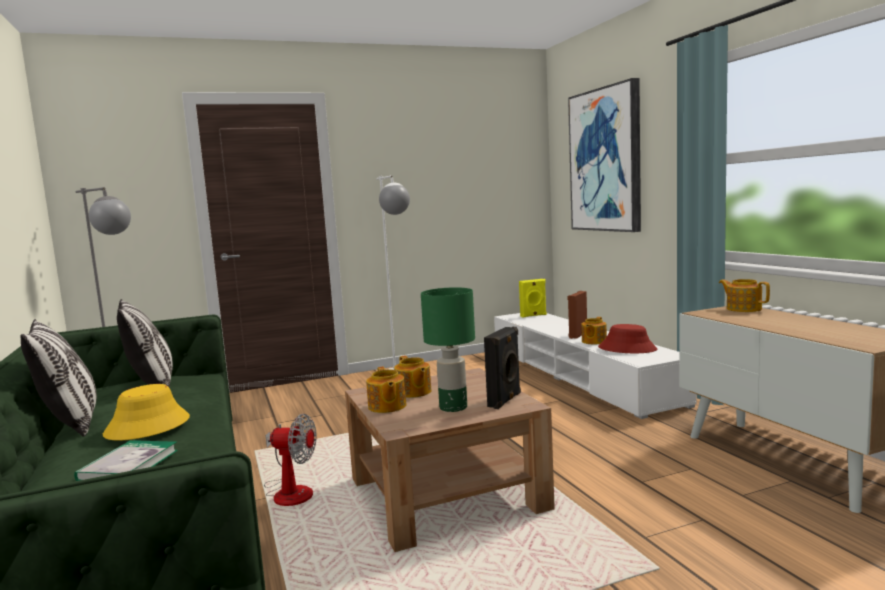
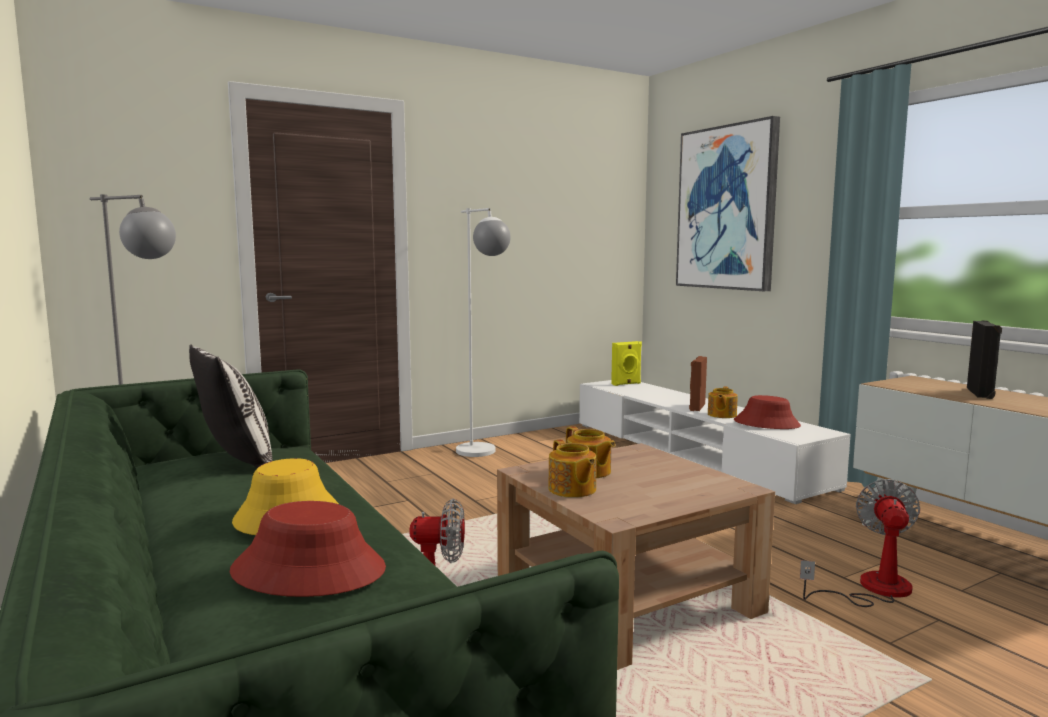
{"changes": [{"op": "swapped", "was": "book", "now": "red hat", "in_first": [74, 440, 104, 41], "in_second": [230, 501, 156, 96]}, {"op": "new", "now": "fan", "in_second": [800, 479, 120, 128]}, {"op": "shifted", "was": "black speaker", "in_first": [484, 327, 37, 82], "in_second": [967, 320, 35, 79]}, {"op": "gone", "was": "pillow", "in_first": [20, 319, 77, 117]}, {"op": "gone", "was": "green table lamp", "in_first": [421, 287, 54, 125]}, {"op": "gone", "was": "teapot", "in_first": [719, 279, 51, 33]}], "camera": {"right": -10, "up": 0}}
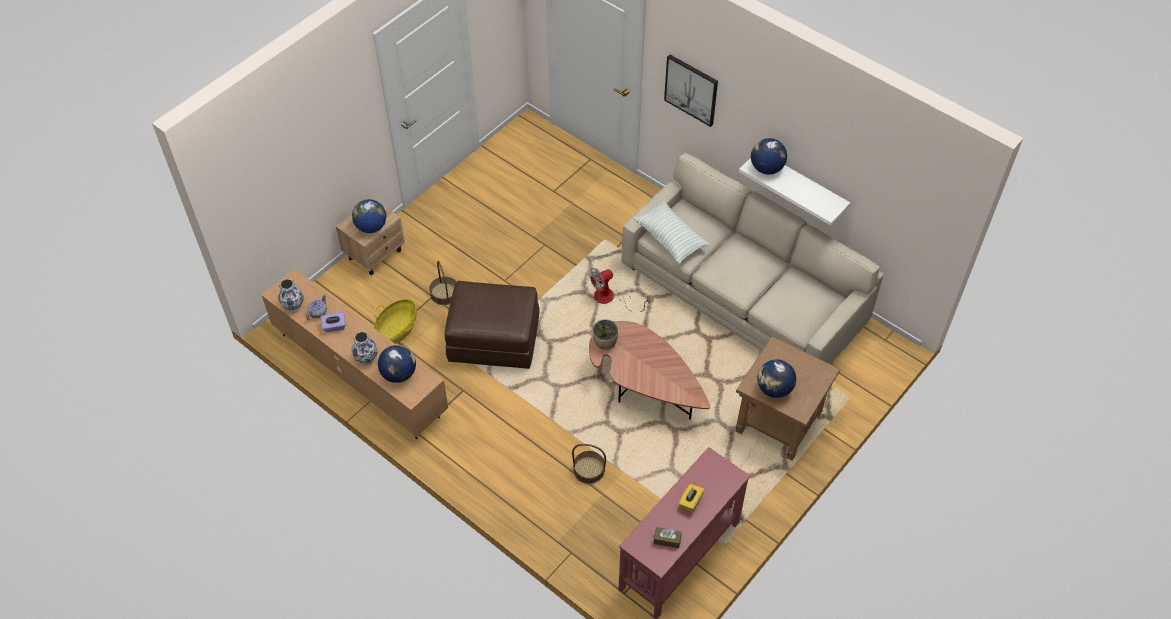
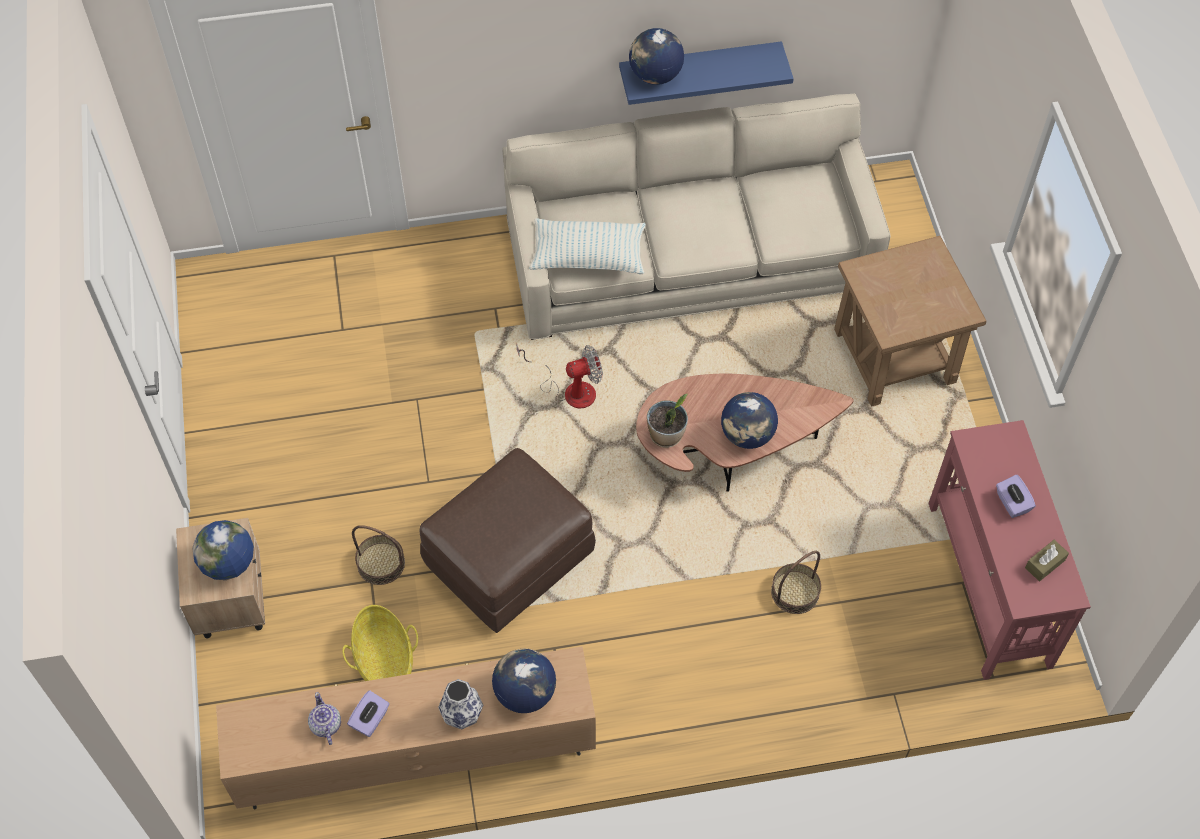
{"changes": [{"op": "rotated", "was": "fan", "in_first": [589, 268, 61, 44], "in_second": [516, 344, 87, 64], "clockwise": -120}, {"op": "repainted", "was": "white shelf", "now": "blue shelf", "in_first": [739, 158, 111, 68], "in_second": [619, 41, 175, 64]}, {"op": "shifted", "was": "globe", "in_first": [757, 359, 39, 39], "in_second": [721, 392, 57, 57]}, {"op": "repainted", "was": "yellow tissue box", "now": "purple tissue box", "in_first": [679, 484, 26, 29], "in_second": [996, 474, 40, 44]}, {"op": "gone", "was": "vase", "in_first": [278, 279, 26, 33]}, {"op": "gone", "was": "picture", "in_first": [664, 55, 54, 72]}], "camera": {"right": -50, "up": 5}}
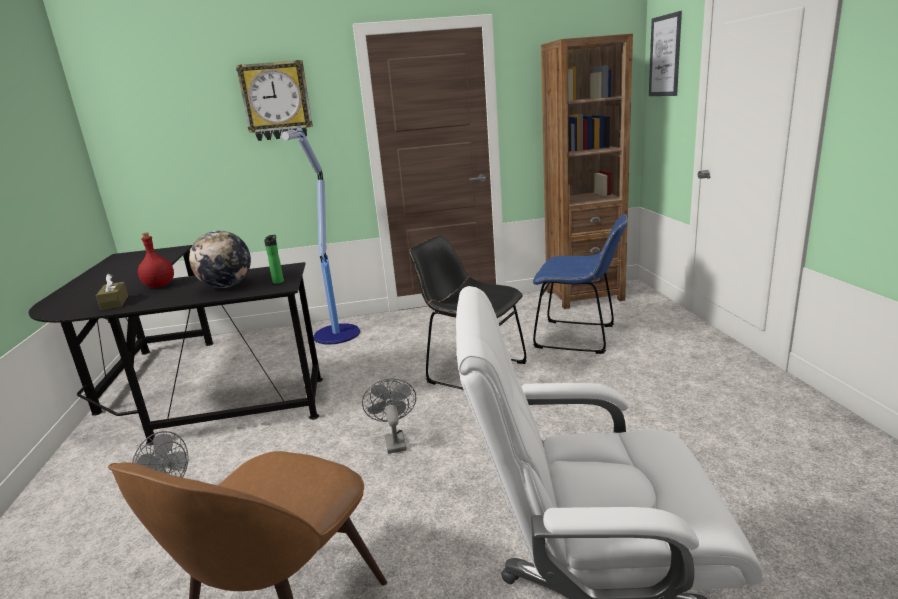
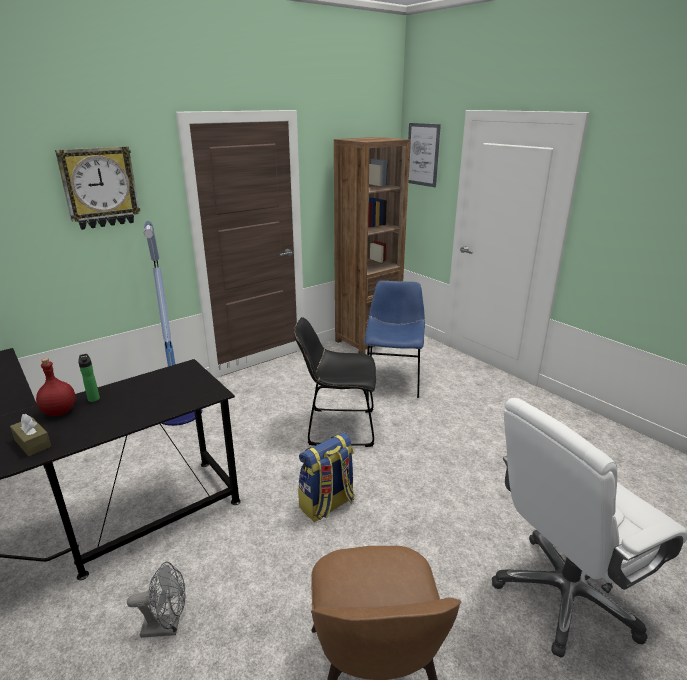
{"changes": [{"op": "shifted", "was": "bottle", "in_first": [264, 235, 20, 49], "in_second": [78, 354, 22, 48]}, {"op": "swapped", "was": "grey fan", "now": "backpack", "in_first": [362, 378, 54, 76], "in_second": [298, 433, 56, 89]}, {"op": "rotated", "was": "blue chair", "in_first": [533, 214, 95, 140], "in_second": [364, 280, 61, 118], "clockwise": -75}, {"op": "gone", "was": "globe", "in_first": [189, 231, 62, 57]}], "camera": {"right": -30, "up": 5}}
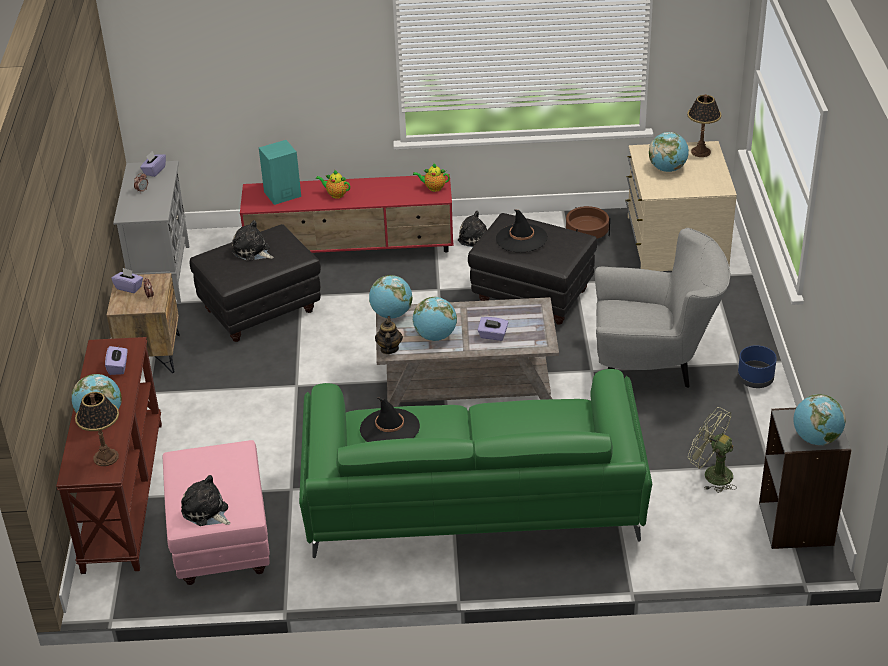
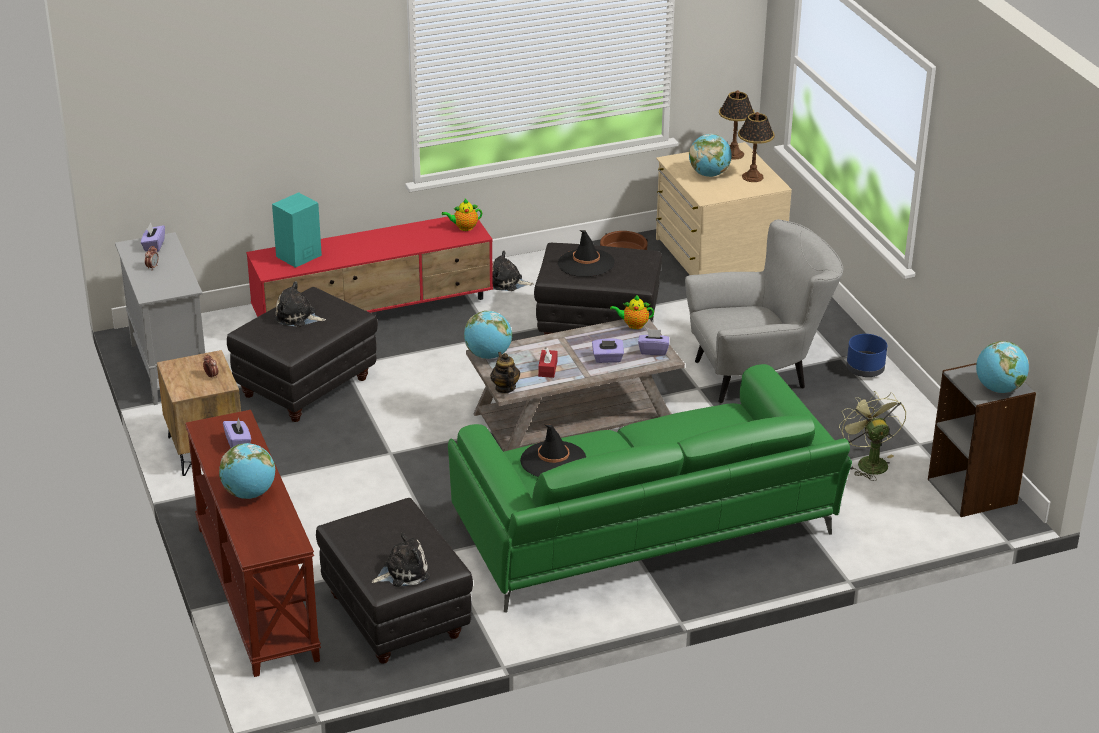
{"changes": [{"op": "repainted", "was": "pink ottoman", "now": "black ottoman", "in_first": [163, 440, 107, 145], "in_second": [316, 498, 157, 166]}, {"op": "rotated", "was": "plush toy", "in_first": [181, 475, 50, 51], "in_second": [372, 533, 58, 54], "clockwise": 135}, {"op": "swapped", "was": "globe", "now": "red tissue box", "in_first": [413, 297, 44, 44], "in_second": [538, 347, 19, 31]}, {"op": "shifted", "was": "teapot", "in_first": [316, 170, 34, 28], "in_second": [610, 295, 44, 34]}, {"op": "shifted", "was": "purple tissue box", "in_first": [111, 268, 32, 25], "in_second": [638, 329, 31, 26]}, {"op": "shifted", "was": "table lamp", "in_first": [75, 392, 44, 74], "in_second": [738, 112, 37, 70]}, {"op": "rotated", "was": "green fan", "in_first": [688, 407, 49, 86], "in_second": [839, 392, 67, 89], "clockwise": 60}], "camera": {"right": -20, "up": -5}}
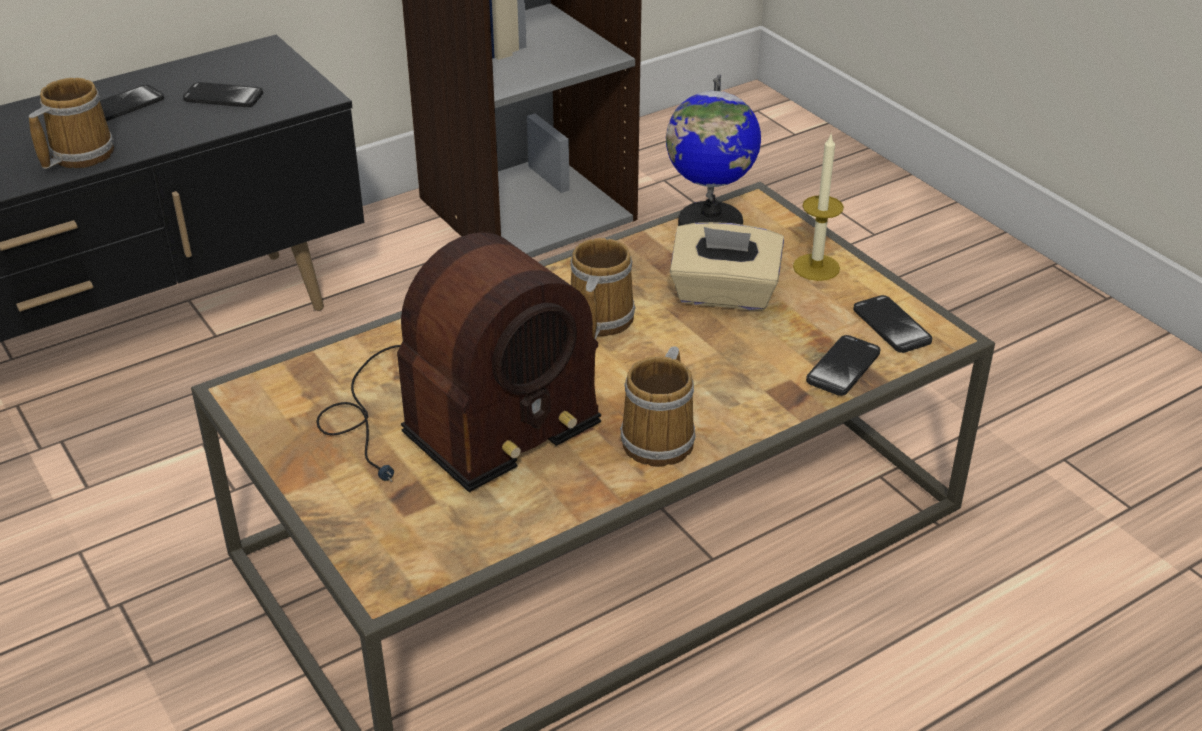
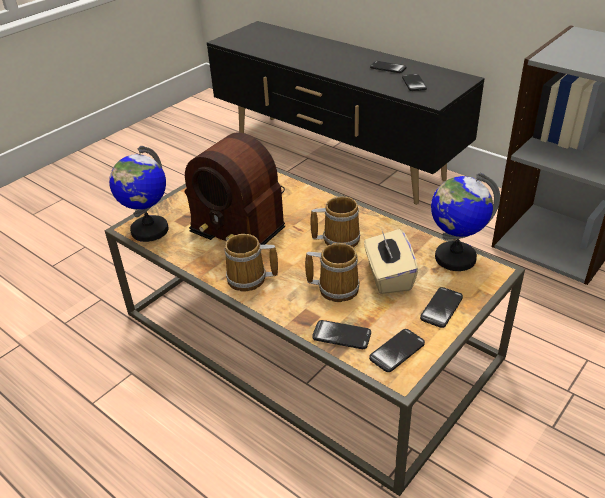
{"changes": [{"op": "new", "now": "globe", "in_second": [109, 146, 60, 96]}, {"op": "shifted", "was": "mug", "in_first": [28, 78, 86, 91], "in_second": [305, 243, 55, 59]}, {"op": "swapped", "was": "candle", "now": "phone", "in_first": [793, 135, 51, 146], "in_second": [420, 287, 43, 41]}], "camera": {"right": 75, "up": 0}}
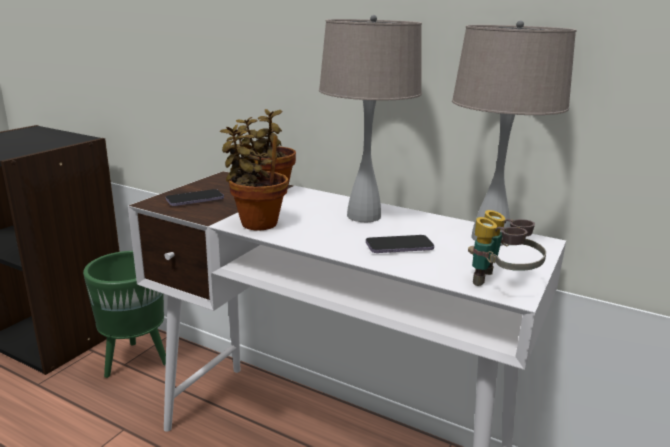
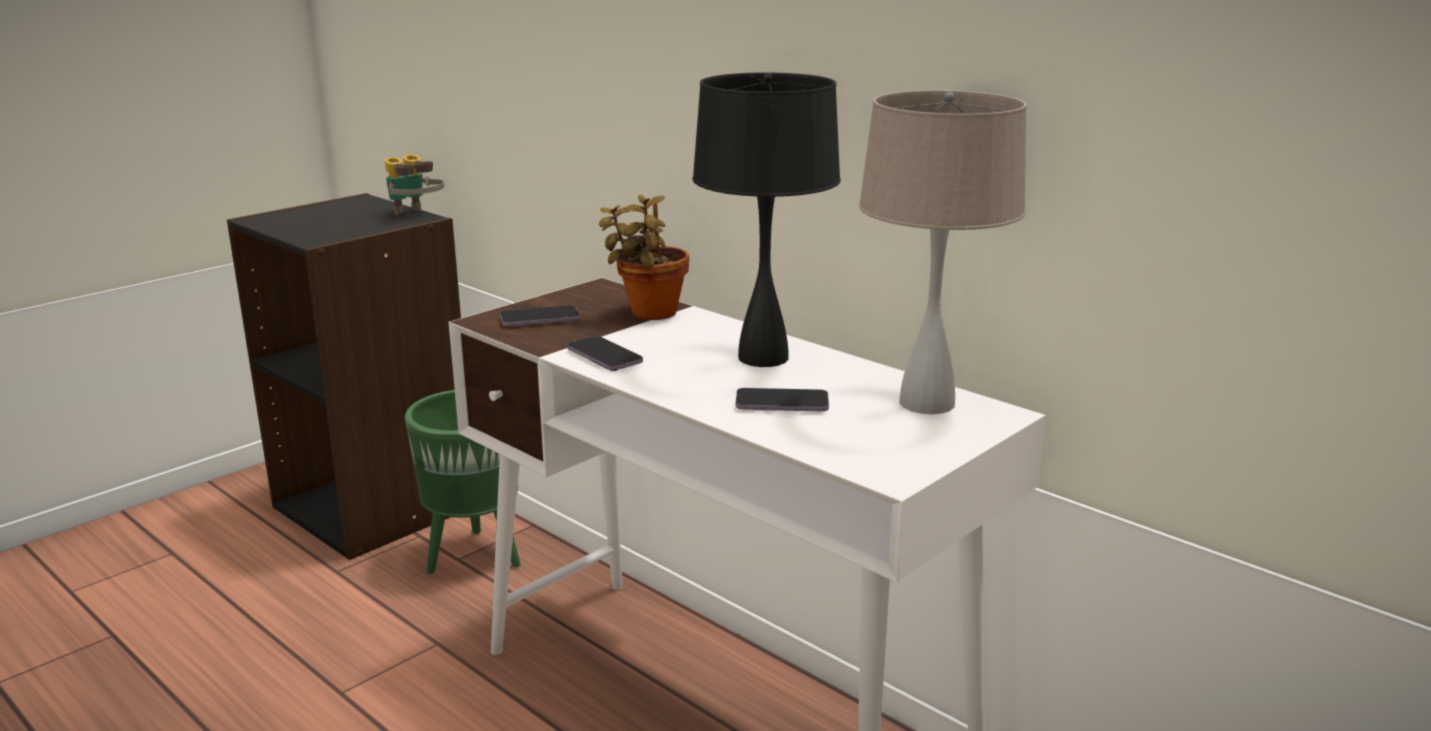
{"changes": [{"op": "shifted", "was": "binoculars", "in_first": [468, 210, 78, 76], "in_second": [385, 154, 59, 61]}, {"op": "swapped", "was": "potted plant", "now": "phone", "in_first": [220, 124, 68, 107], "in_second": [567, 336, 76, 35]}, {"op": "repainted", "was": "beige table lamp", "now": "black table lamp", "in_first": [319, 15, 103, 207], "in_second": [692, 72, 149, 295]}], "camera": {"right": 15, "up": 0}}
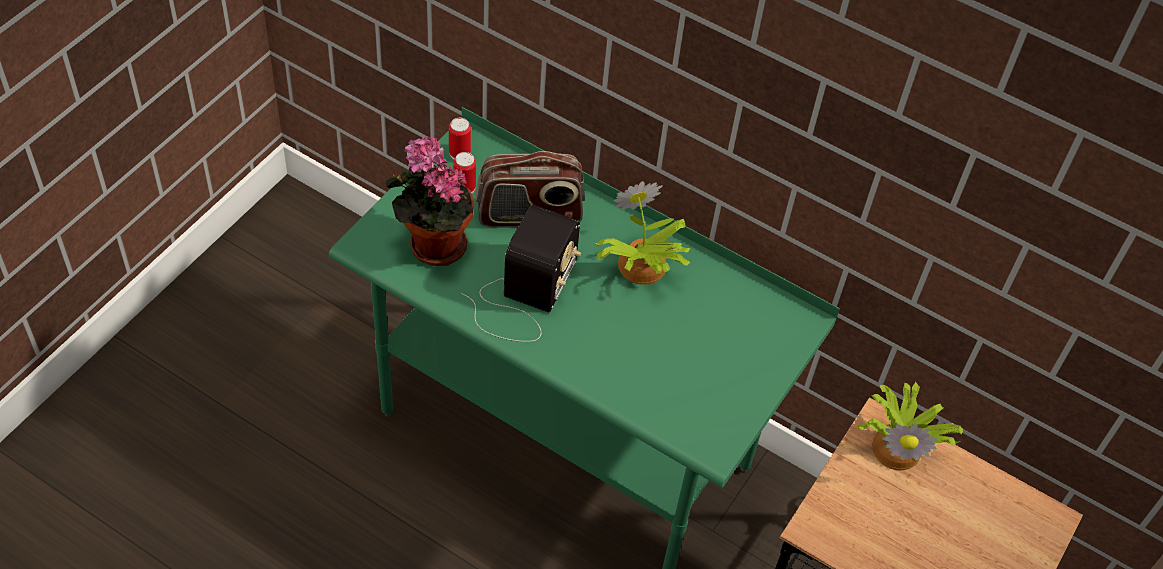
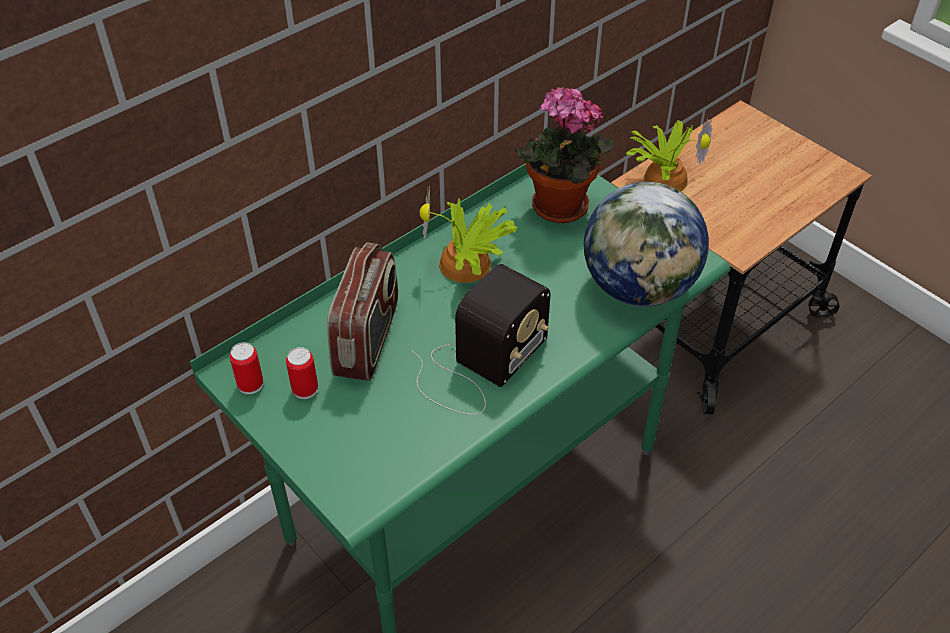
{"changes": [{"op": "rotated", "was": "radio", "in_first": [461, 205, 120, 137], "in_second": [411, 264, 139, 151], "clockwise": 90}, {"op": "shifted", "was": "potted plant", "in_first": [386, 136, 88, 130], "in_second": [515, 87, 99, 136]}, {"op": "new", "now": "globe", "in_second": [584, 182, 125, 124]}], "camera": {"right": -70, "up": -5}}
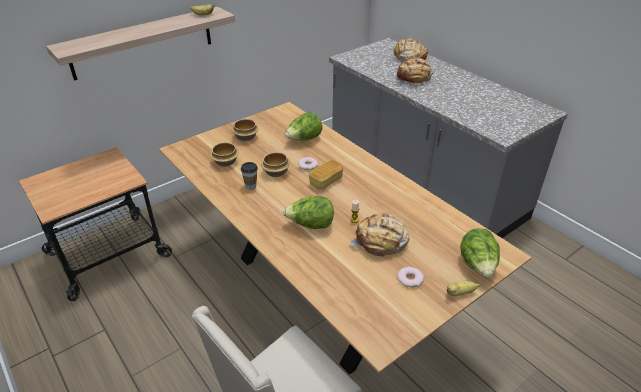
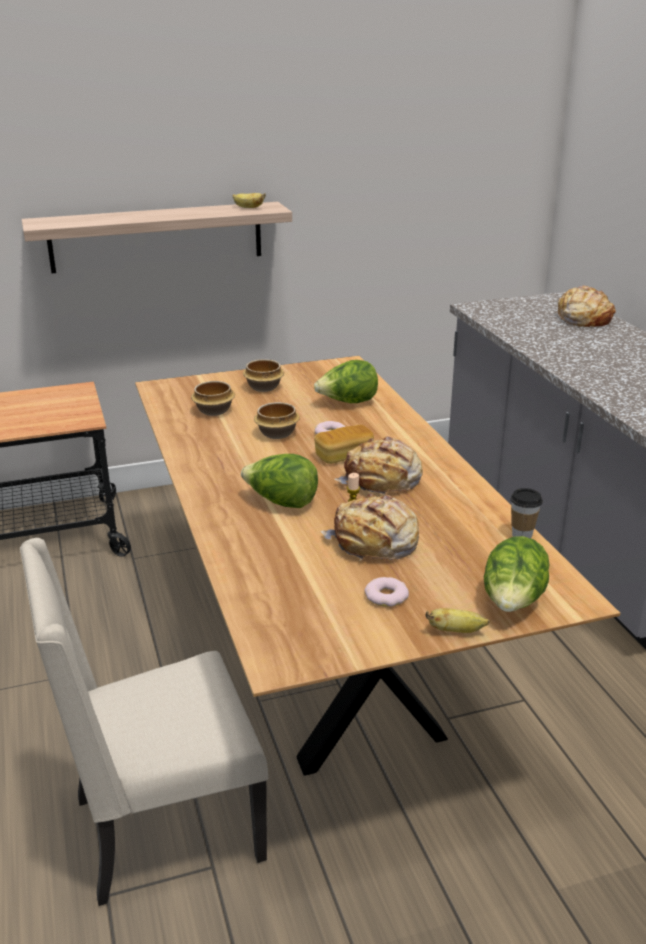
{"changes": [{"op": "shifted", "was": "bread", "in_first": [396, 57, 37, 27], "in_second": [334, 436, 89, 60]}, {"op": "shifted", "was": "cup", "in_first": [241, 162, 17, 28], "in_second": [510, 488, 33, 50]}], "camera": {"right": 20, "up": -10}}
